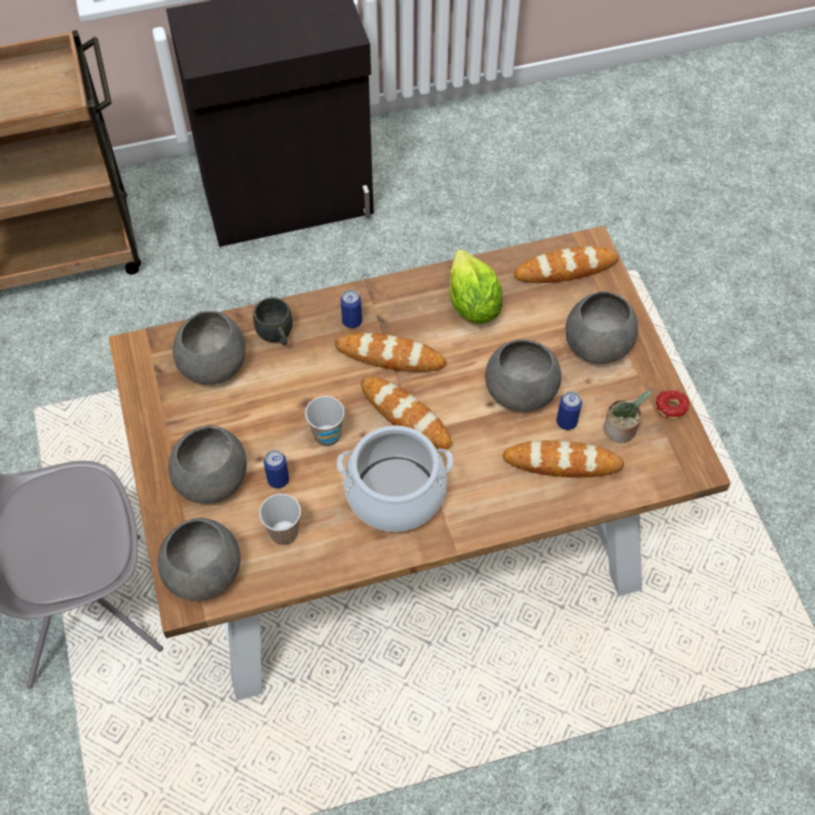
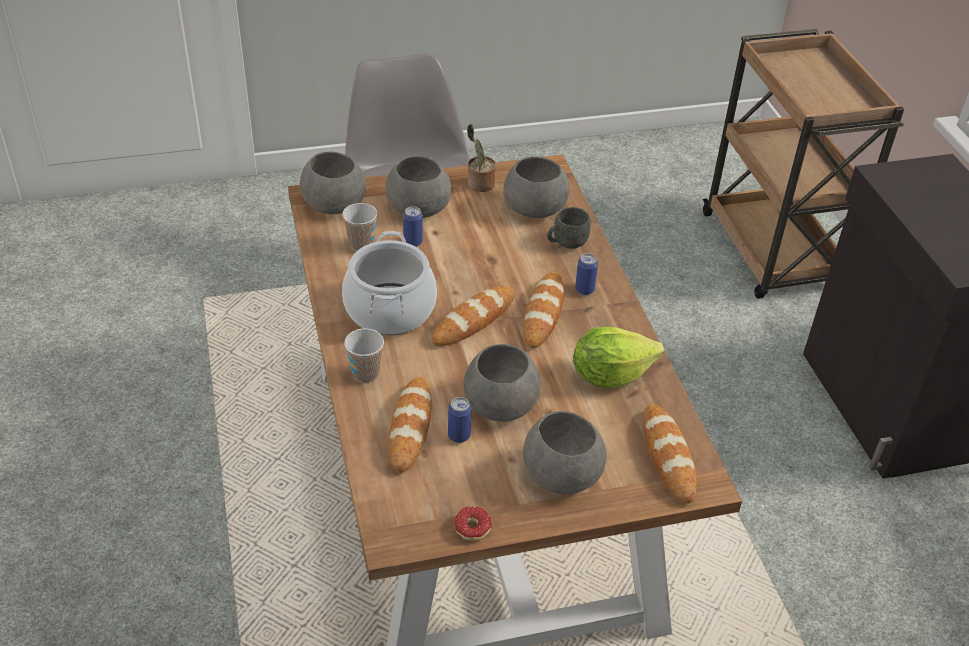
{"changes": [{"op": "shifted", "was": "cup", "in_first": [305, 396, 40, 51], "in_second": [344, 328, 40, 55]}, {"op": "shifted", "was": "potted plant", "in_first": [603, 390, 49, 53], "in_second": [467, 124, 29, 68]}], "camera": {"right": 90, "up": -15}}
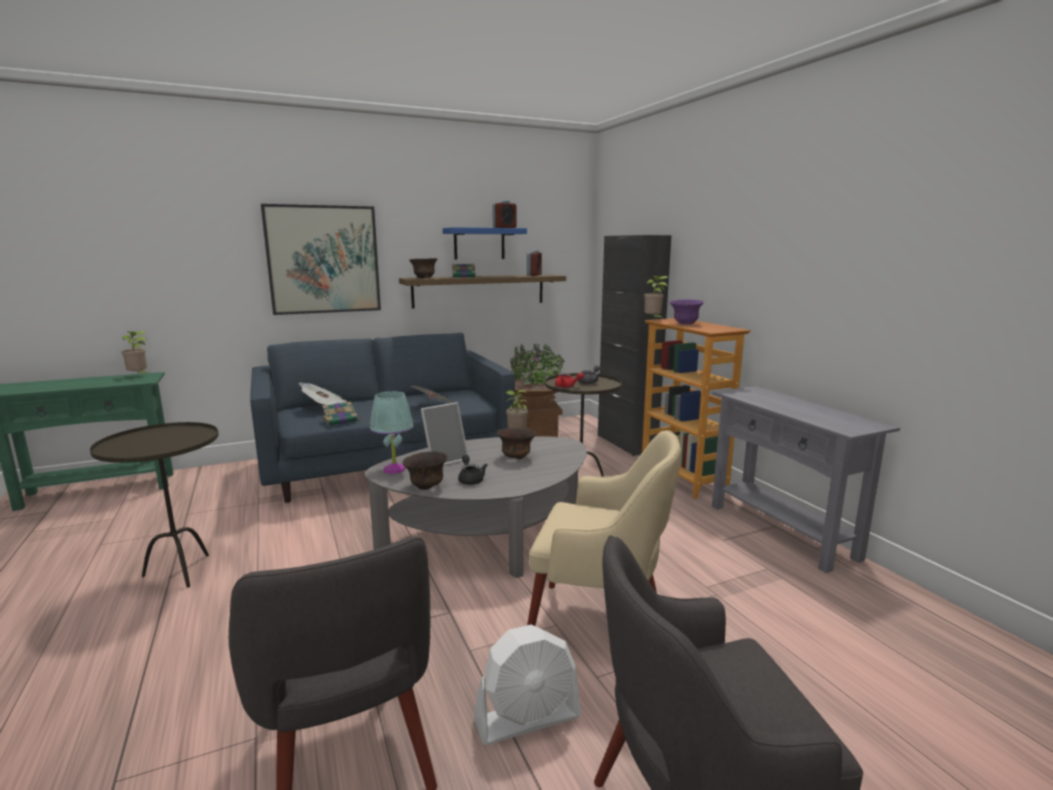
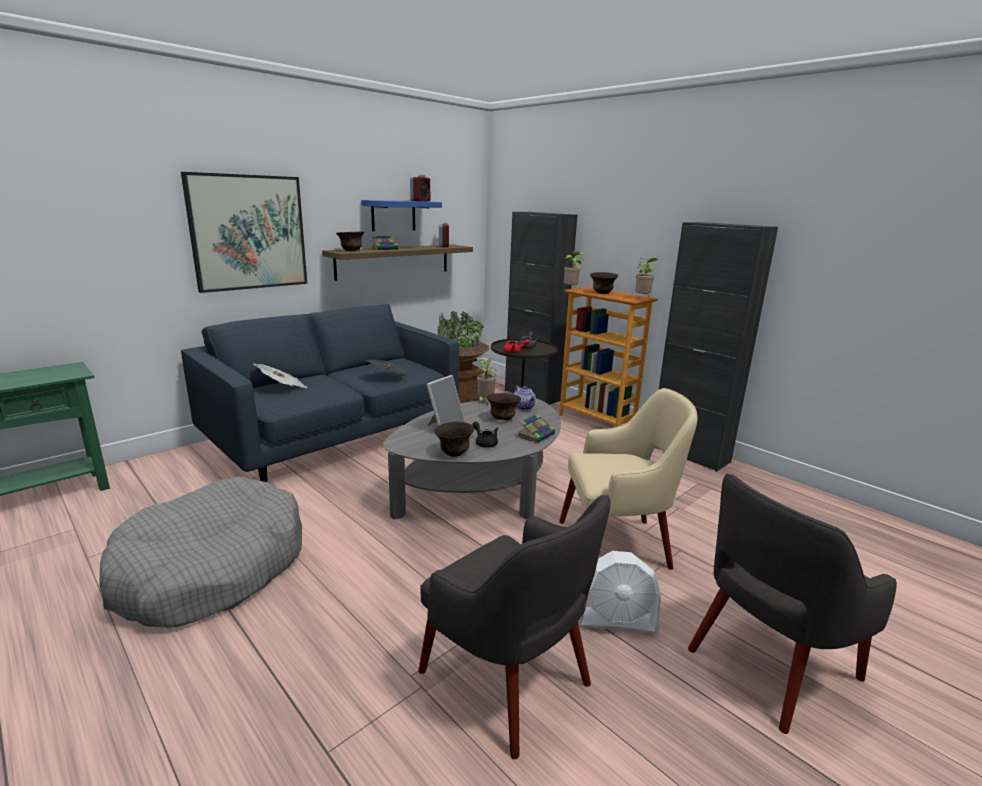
{"changes": [{"op": "swapped", "was": "brown side table", "now": "grey dog bed", "in_first": [90, 422, 129, 166], "in_second": [99, 477, 203, 151]}, {"op": "new", "now": "teapot", "in_second": [514, 386, 22, 24]}, {"op": "shifted", "was": "book", "in_first": [322, 401, 38, 25], "in_second": [517, 413, 38, 31]}, {"op": "rotated", "was": "white fan", "in_first": [474, 624, 107, 121], "in_second": [578, 551, 83, 83], "clockwise": 45}, {"op": "repainted", "was": "purple bowl", "now": "brown bowl", "in_first": [670, 299, 34, 25], "in_second": [590, 272, 28, 22]}, {"op": "shifted", "was": "potted plant", "in_first": [122, 331, 29, 43], "in_second": [635, 258, 23, 40]}, {"op": "swapped", "was": "grey console table", "now": "black cabinet", "in_first": [712, 386, 188, 187], "in_second": [657, 222, 121, 250]}, {"op": "gone", "was": "turquoise table lamp", "in_first": [370, 391, 44, 83]}], "camera": {"right": -20, "up": 5}}
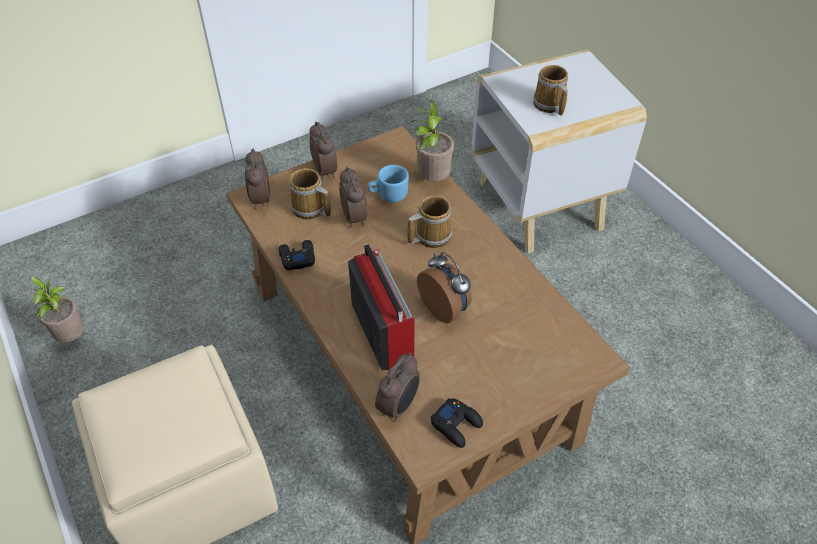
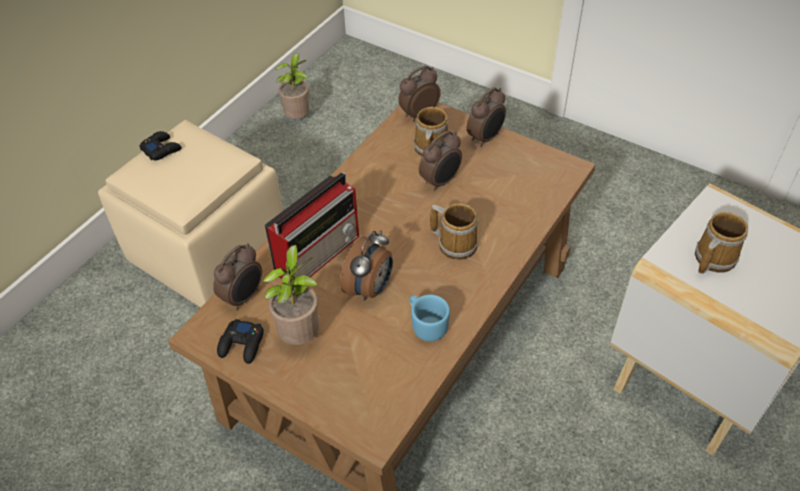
{"changes": [{"op": "shifted", "was": "black game controller", "in_first": [278, 240, 37, 31], "in_second": [139, 131, 43, 29]}, {"op": "rotated", "was": "alarm clock", "in_first": [375, 353, 45, 69], "in_second": [213, 243, 49, 68], "clockwise": -60}, {"op": "shifted", "was": "potted plant", "in_first": [411, 100, 43, 81], "in_second": [263, 245, 56, 100]}, {"op": "shifted", "was": "blue mug", "in_first": [368, 165, 41, 38], "in_second": [410, 295, 40, 47]}], "camera": {"right": 65, "up": 0}}
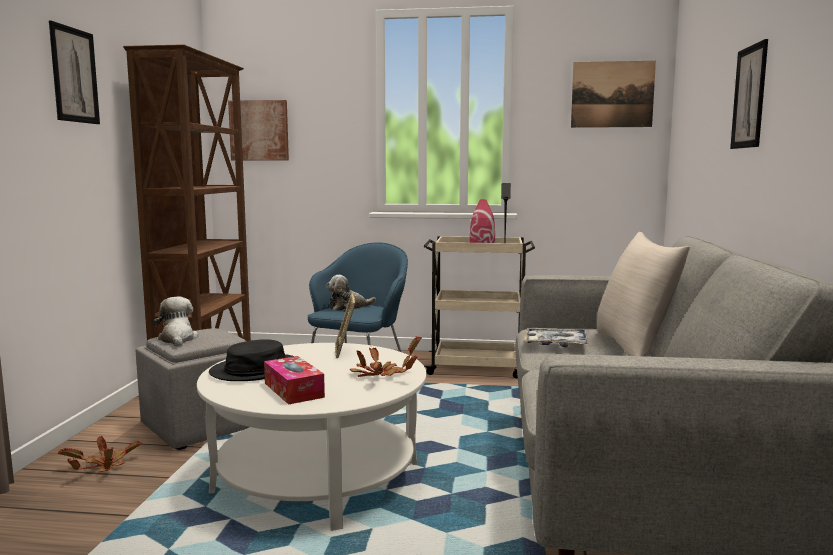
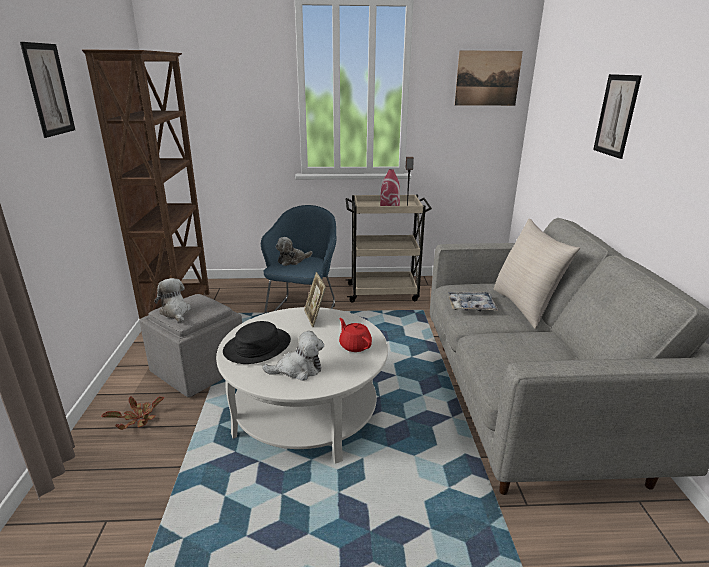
{"changes": [{"op": "swapped", "was": "tissue box", "now": "plush toy", "in_first": [264, 356, 61, 49], "in_second": [262, 331, 62, 50]}, {"op": "swapped", "was": "potted plant", "now": "red teapot", "in_first": [350, 337, 71, 40], "in_second": [339, 318, 33, 34]}, {"op": "gone", "was": "picture", "in_first": [228, 100, 61, 61]}], "camera": {"right": -10, "up": 15}}
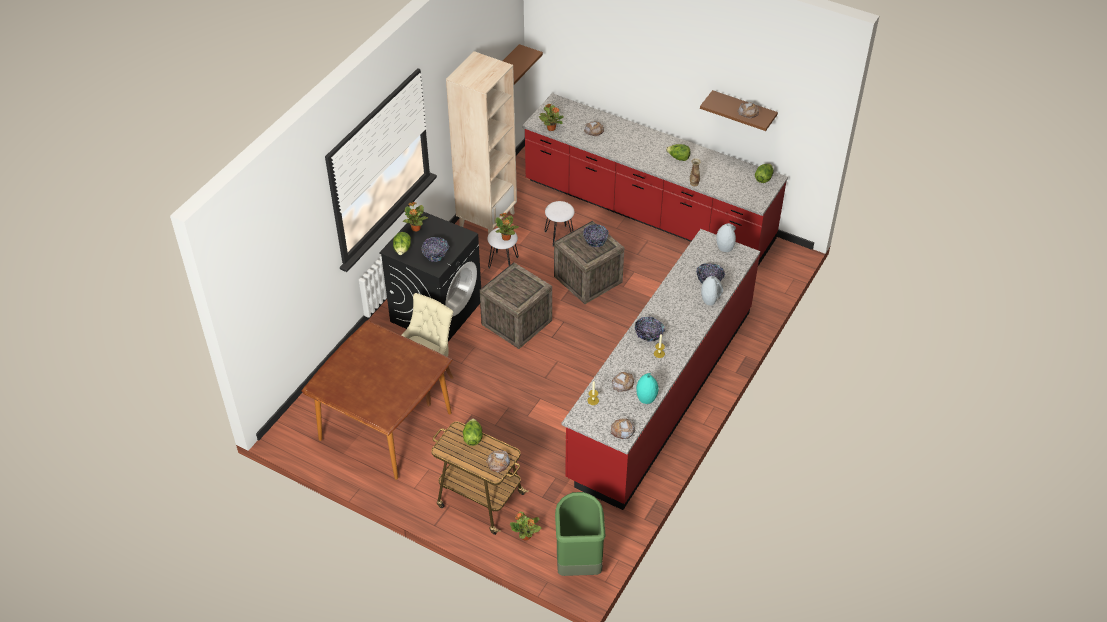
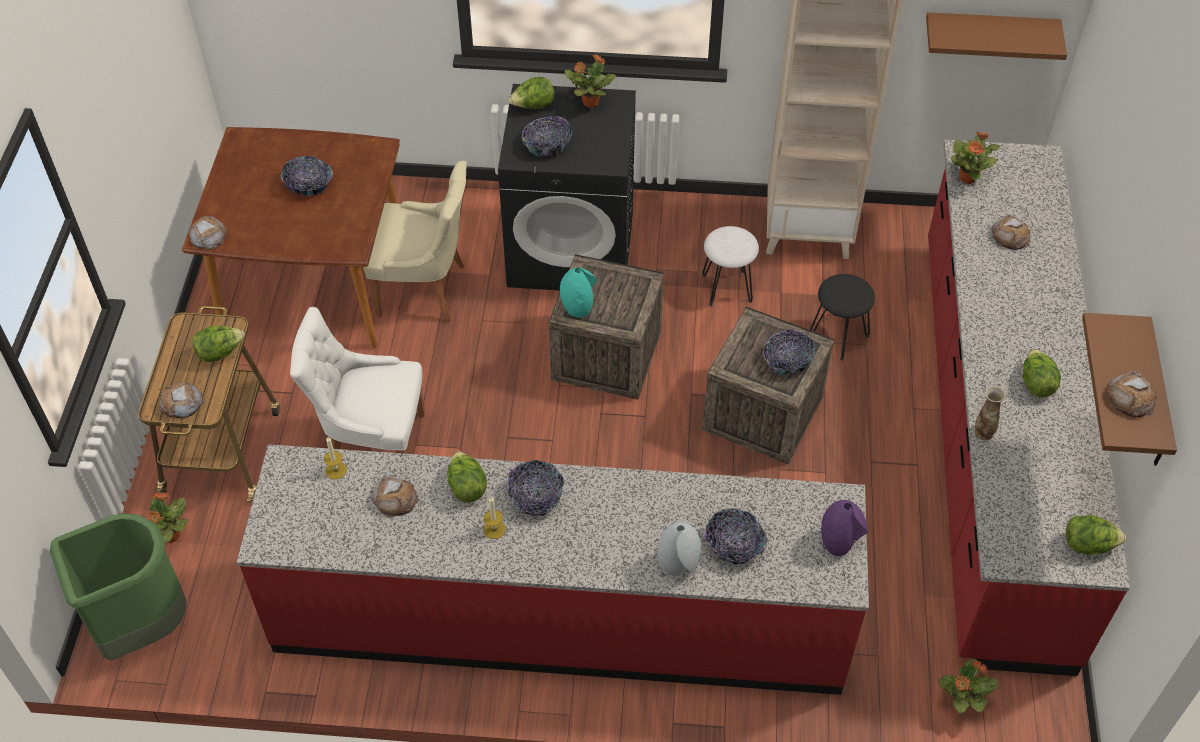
{"changes": [{"op": "shifted", "was": "bread", "in_first": [611, 419, 25, 20], "in_second": [189, 215, 37, 35]}, {"op": "new", "now": "bowl", "in_second": [280, 155, 53, 41]}, {"op": "new", "now": "white chair", "in_second": [290, 307, 135, 147]}, {"op": "new", "now": "lettuce", "in_second": [448, 451, 39, 52]}, {"op": "shifted", "was": "turquoise vase", "in_first": [636, 373, 22, 31], "in_second": [560, 267, 37, 51]}, {"op": "repainted", "was": "white stool", "now": "black stool", "in_first": [545, 201, 30, 46], "in_second": [810, 274, 65, 87]}, {"op": "repainted", "was": "grey vase", "now": "purple vase", "in_first": [716, 223, 20, 29], "in_second": [821, 500, 47, 56]}, {"op": "shifted", "was": "potted plant", "in_first": [495, 213, 24, 28], "in_second": [939, 659, 60, 54]}], "camera": {"right": 65, "up": 5}}
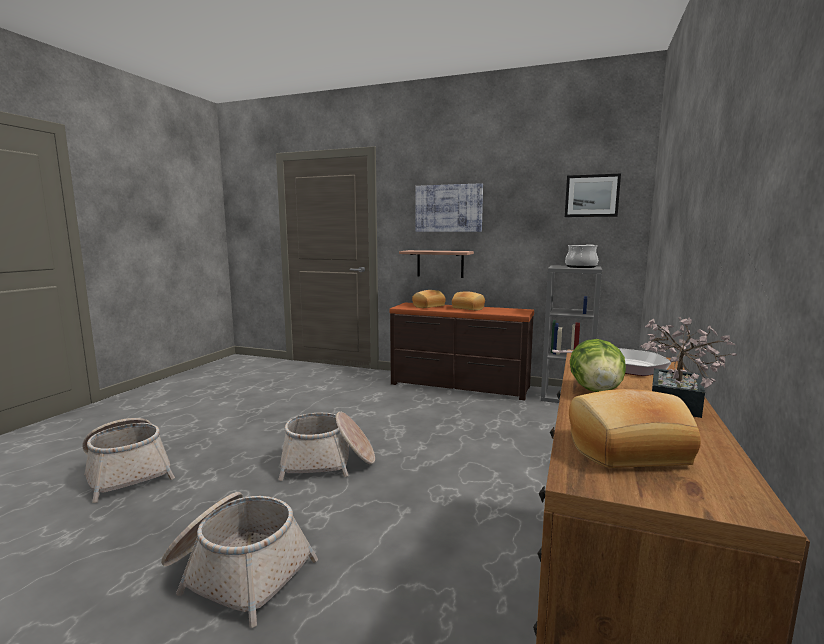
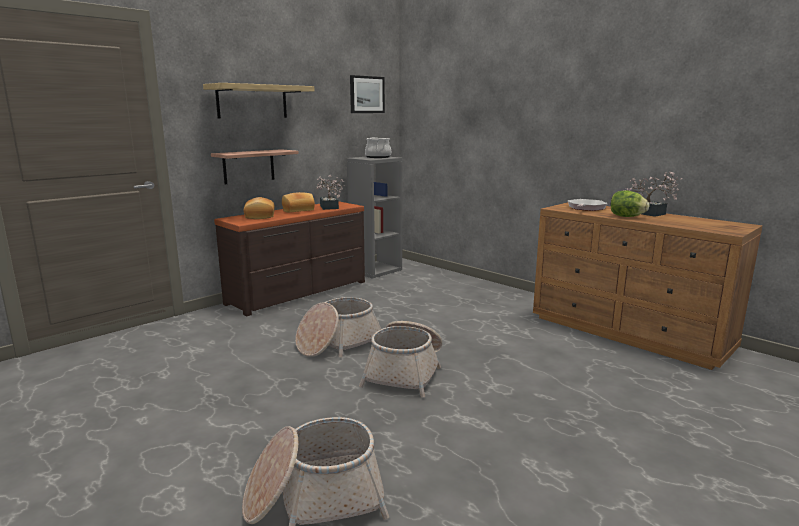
{"changes": [{"op": "swapped", "was": "picture", "now": "shelf", "in_first": [415, 183, 68, 49], "in_second": [203, 83, 112, 35]}, {"op": "shifted", "was": "basket", "in_first": [161, 492, 157, 136], "in_second": [295, 297, 86, 60]}, {"op": "new", "now": "potted plant", "in_second": [316, 175, 29, 35]}, {"op": "gone", "was": "bread", "in_first": [569, 389, 132, 79]}], "camera": {"right": -65, "up": 5}}
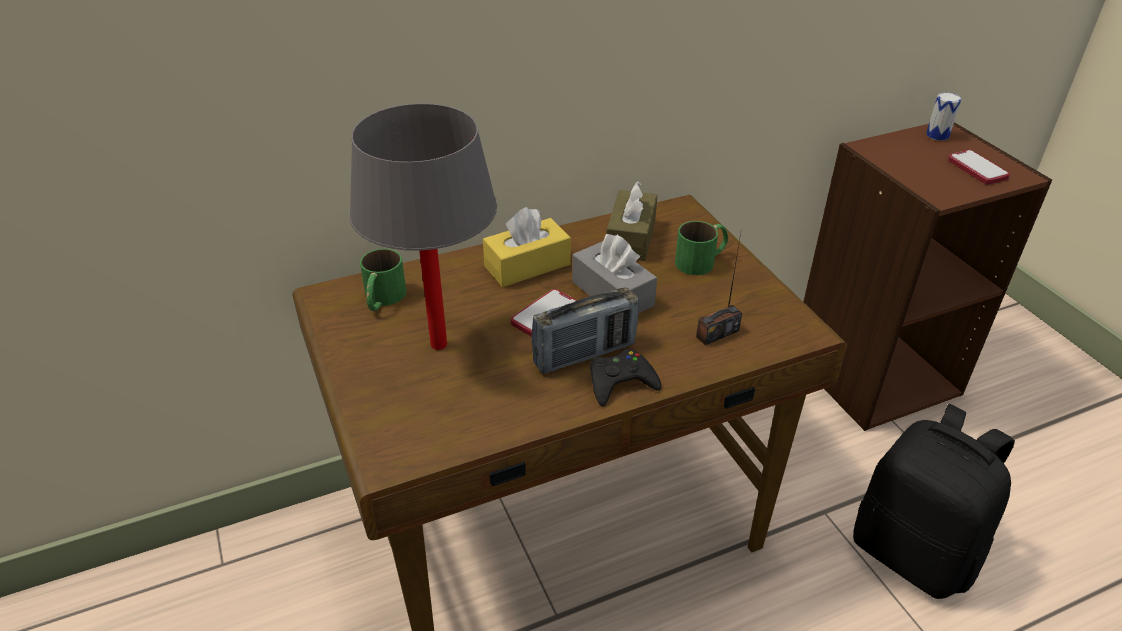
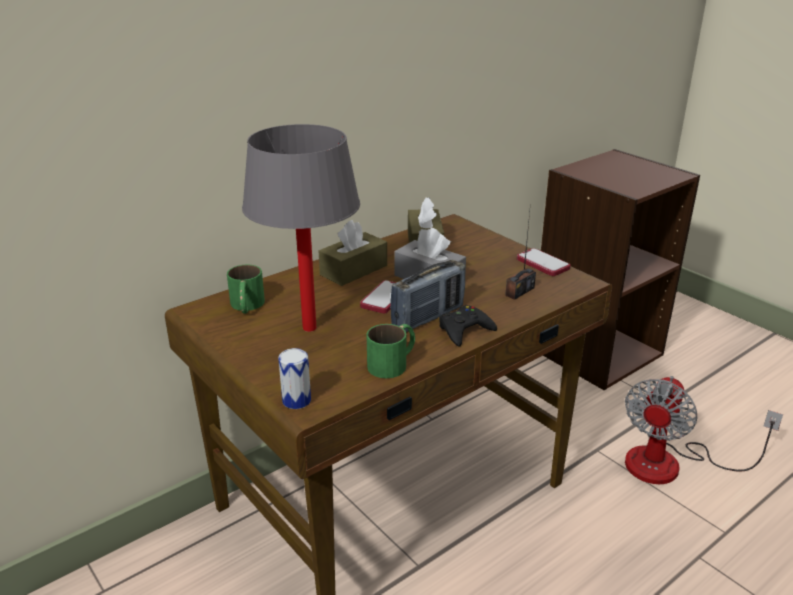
{"changes": [{"op": "shifted", "was": "can", "in_first": [926, 92, 35, 49], "in_second": [278, 348, 33, 61]}, {"op": "repainted", "was": "yellow tissue box", "now": "brown tissue box", "in_first": [483, 207, 88, 80], "in_second": [319, 220, 68, 66]}, {"op": "shifted", "was": "green mug", "in_first": [675, 221, 53, 54], "in_second": [367, 324, 48, 54]}, {"op": "shifted", "was": "phone", "in_first": [948, 150, 62, 34], "in_second": [517, 248, 53, 28]}, {"op": "swapped", "was": "black backpack", "now": "fan", "in_first": [853, 404, 162, 195], "in_second": [625, 376, 158, 108]}], "camera": {"right": -15, "up": -10}}
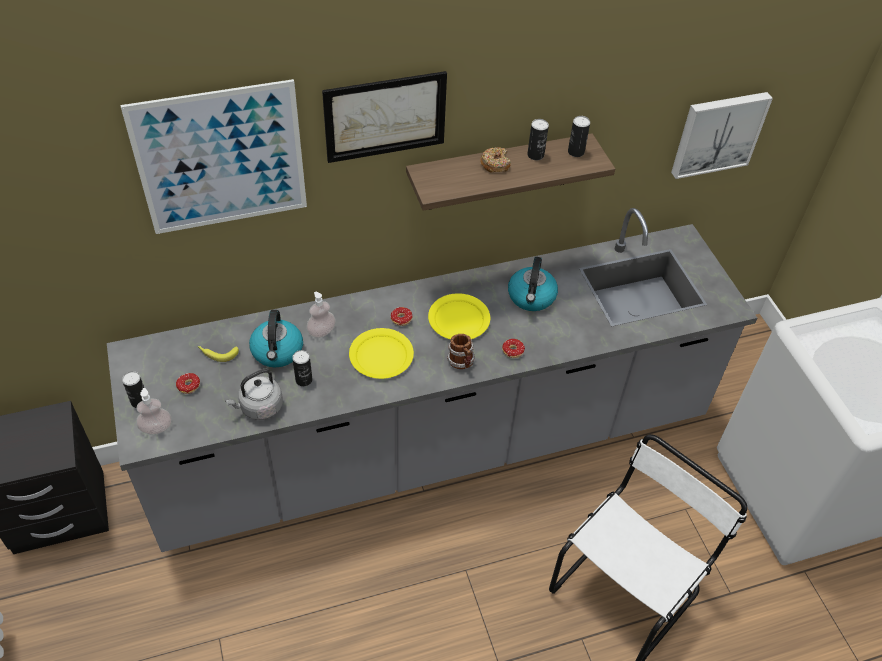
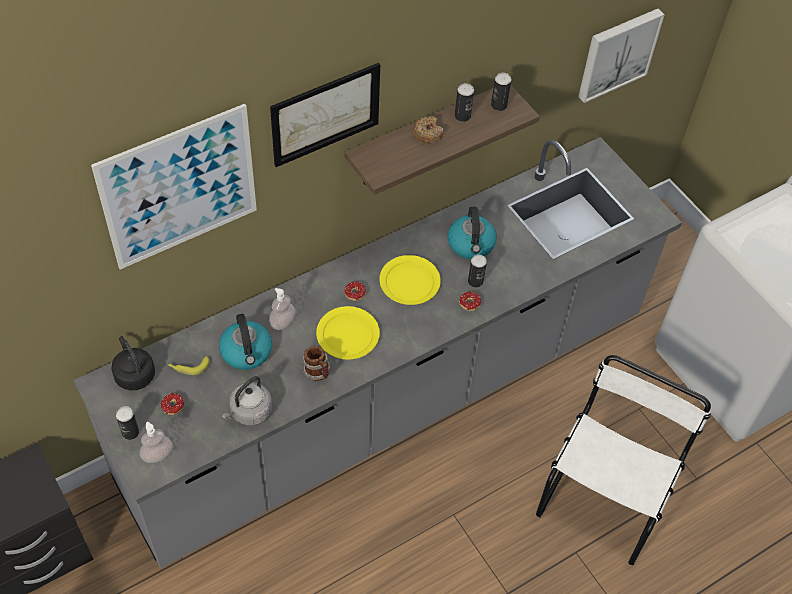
{"changes": [{"op": "new", "now": "black kettle", "in_second": [112, 336, 43, 54]}, {"op": "shifted", "was": "mug", "in_first": [447, 334, 28, 35], "in_second": [303, 346, 28, 35]}, {"op": "shifted", "was": "can", "in_first": [292, 350, 20, 37], "in_second": [468, 255, 19, 33]}], "camera": {"right": -15, "up": 5}}
